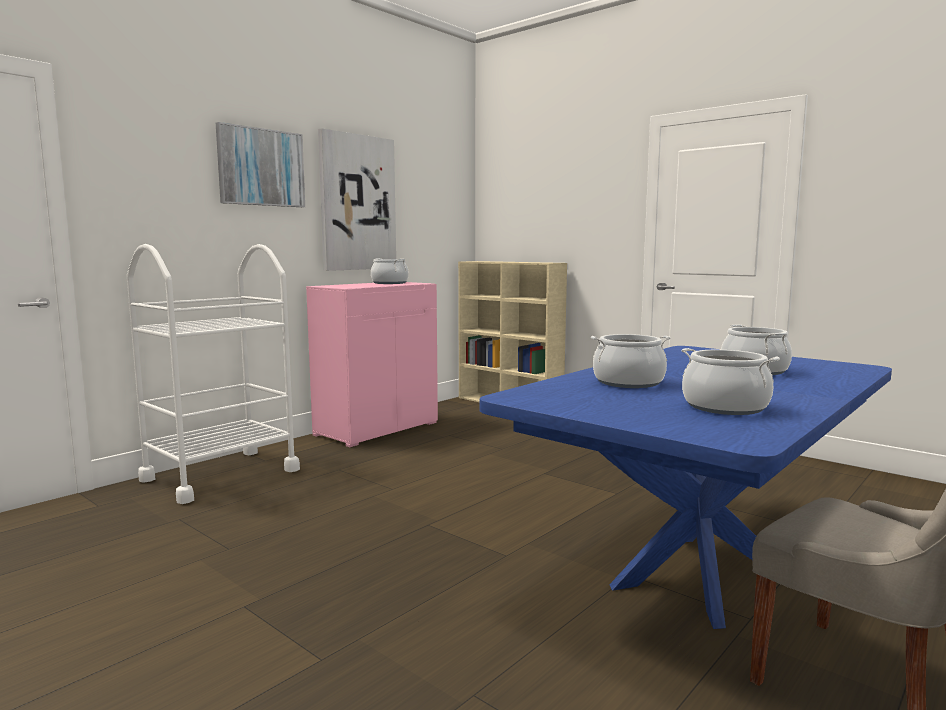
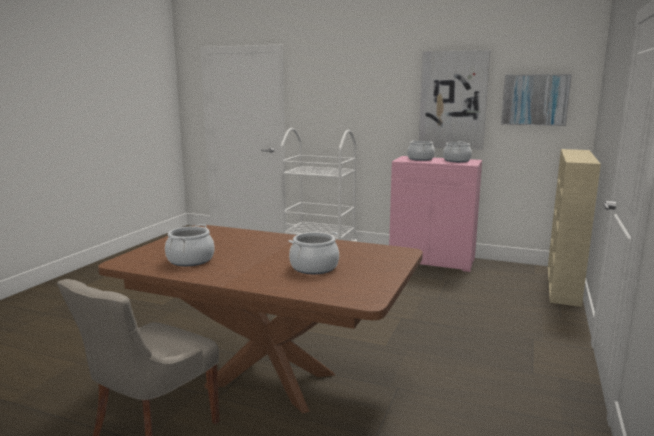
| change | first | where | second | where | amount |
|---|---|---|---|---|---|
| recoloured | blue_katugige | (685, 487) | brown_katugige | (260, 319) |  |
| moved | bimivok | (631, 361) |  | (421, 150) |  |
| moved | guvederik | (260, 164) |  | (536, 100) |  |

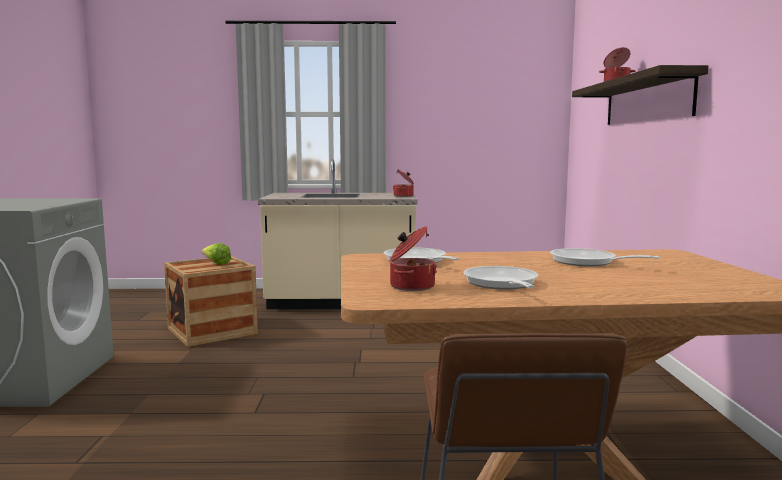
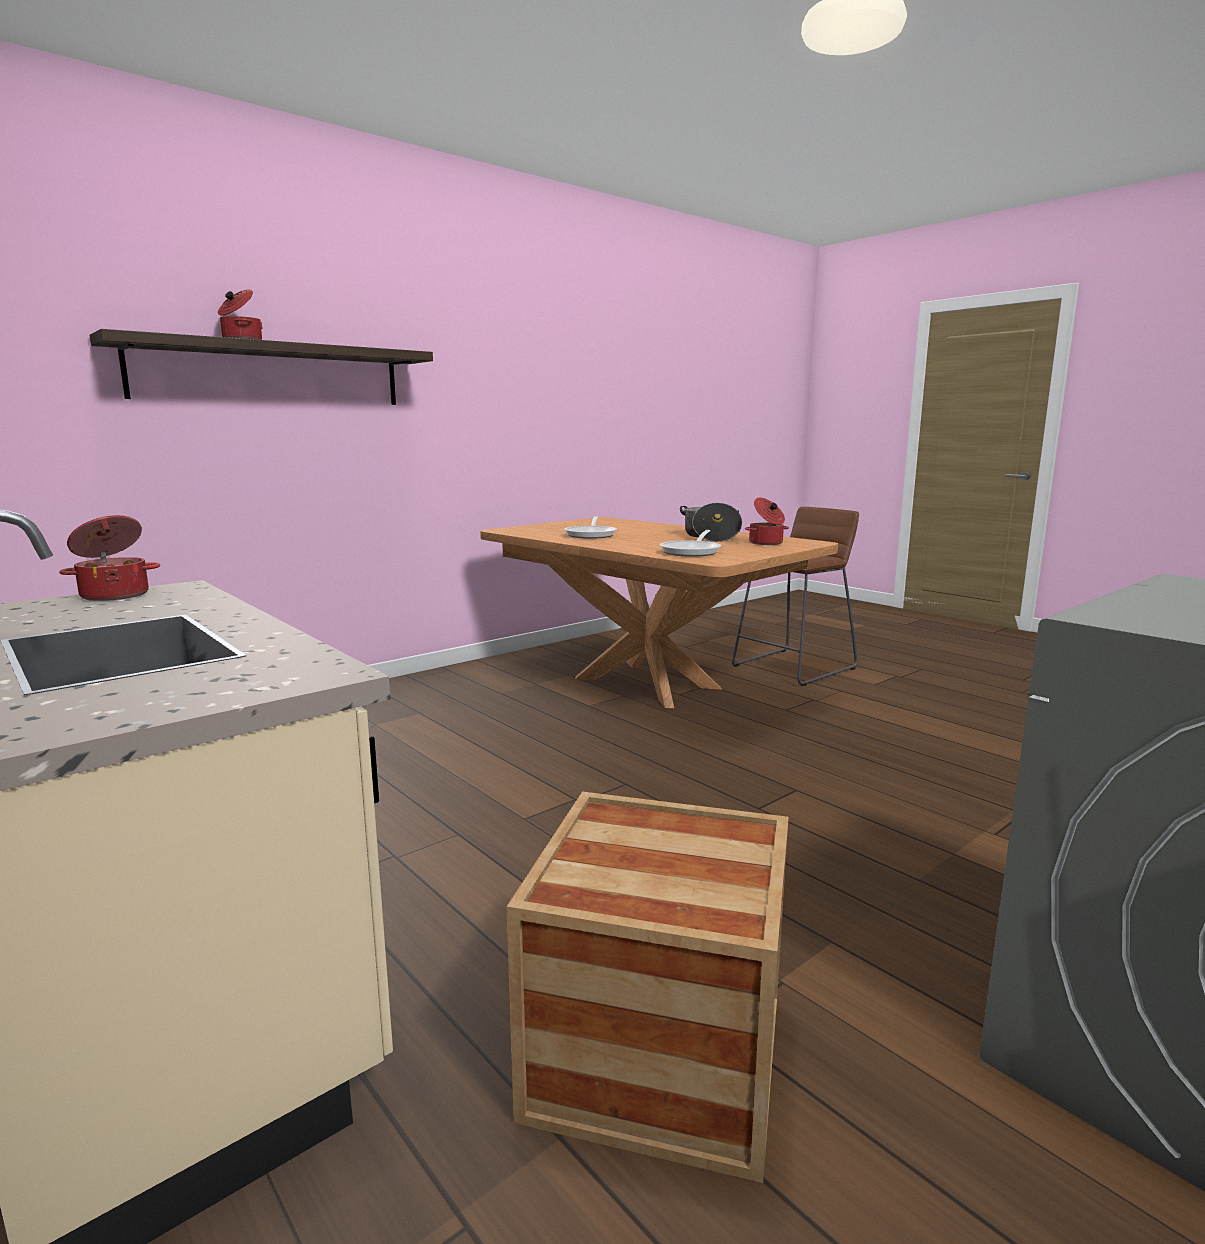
| change | first | where | second | where | amount |
|---|---|---|---|---|---|
| replaced | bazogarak | (501, 278) | bimivok | (711, 522) |  |
| removed | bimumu | (216, 254) |  |  |  |

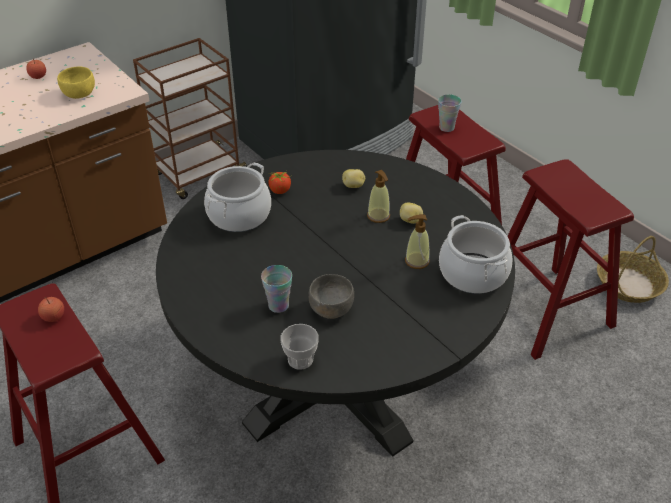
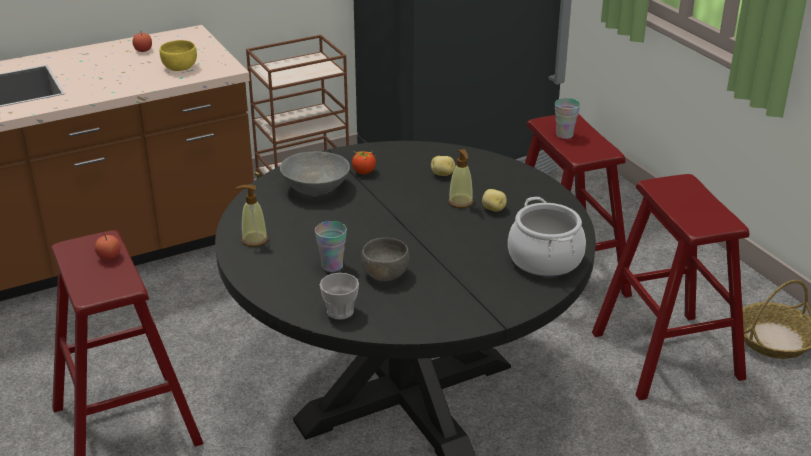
| change | first | where | second | where | amount |
|---|---|---|---|---|---|
| moved | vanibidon | (417, 241) |  | (252, 216) |  |
| replaced | bimivok | (237, 197) | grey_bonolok | (315, 173) |  |

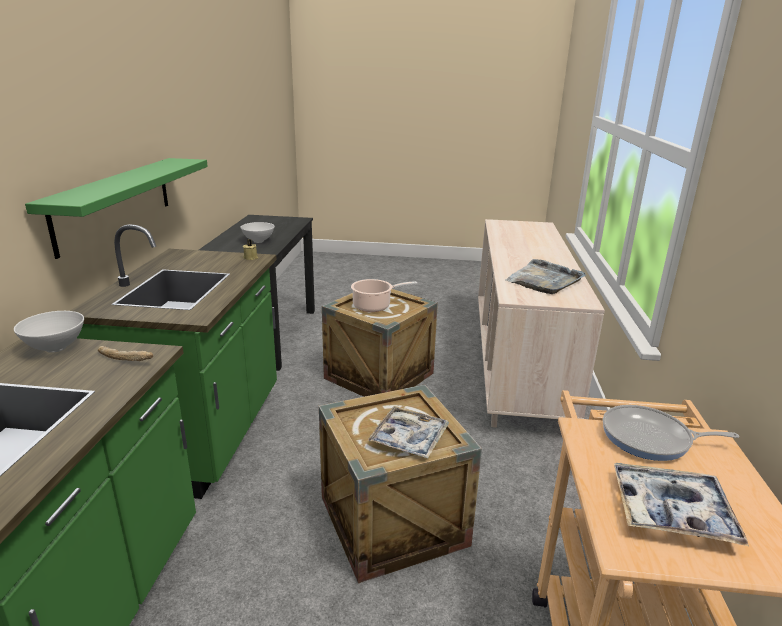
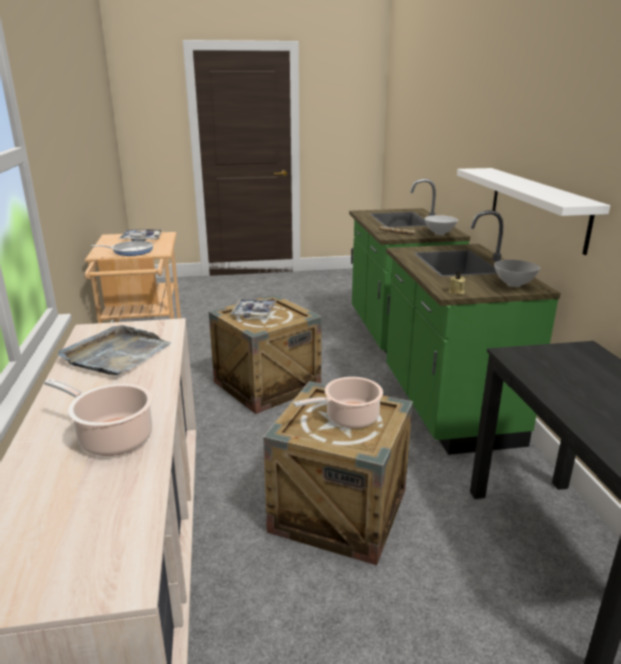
| change | first | where | second | where | amount |
|---|---|---|---|---|---|
| added |  |  | bimivok | (98, 417) |  |
| recoloured | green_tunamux | (116, 208) | white_tunamux | (533, 211) |  |
| moved | white_bonolok | (258, 232) |  | (517, 273) |  |

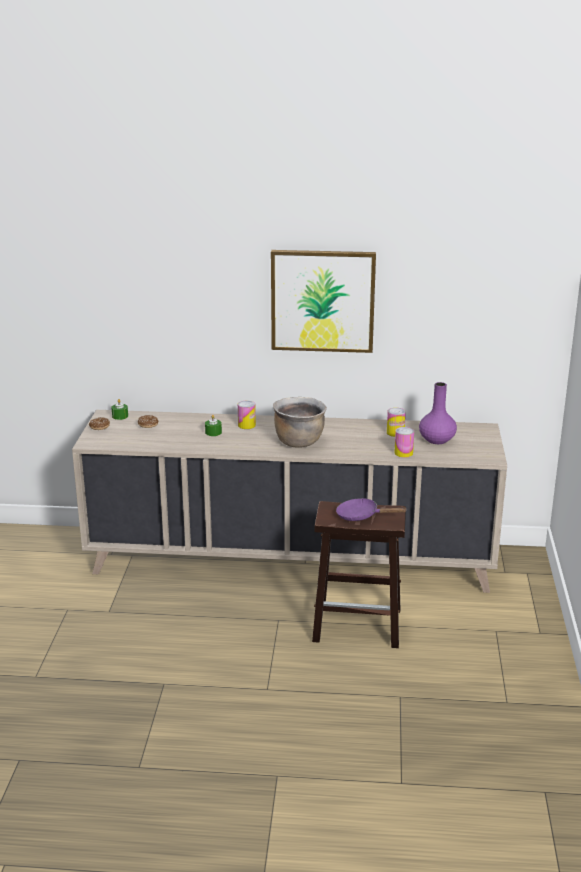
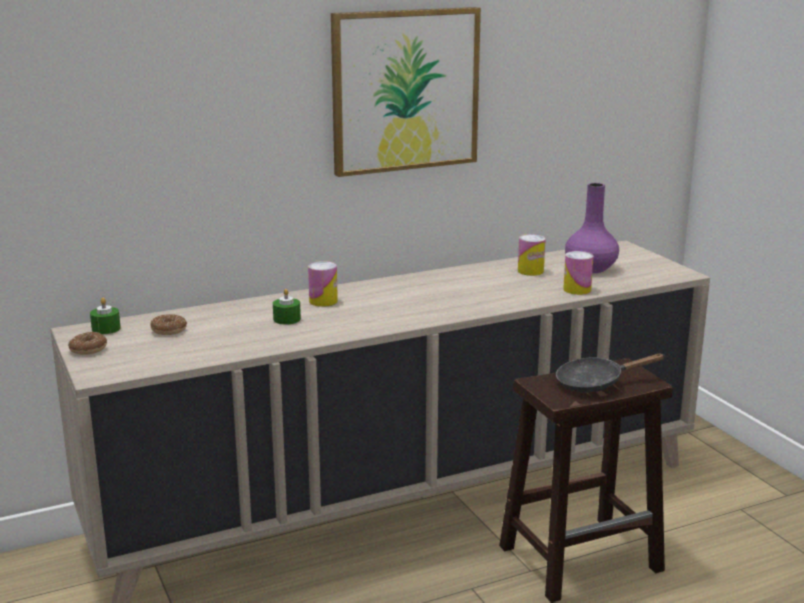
| change | first | where | second | where | amount |
|---|---|---|---|---|---|
| recoloured | purple_bazogarak | (371, 509) | black_bazogarak | (610, 373) |  |
| removed | brown_bimivok | (300, 422) |  |  |  |

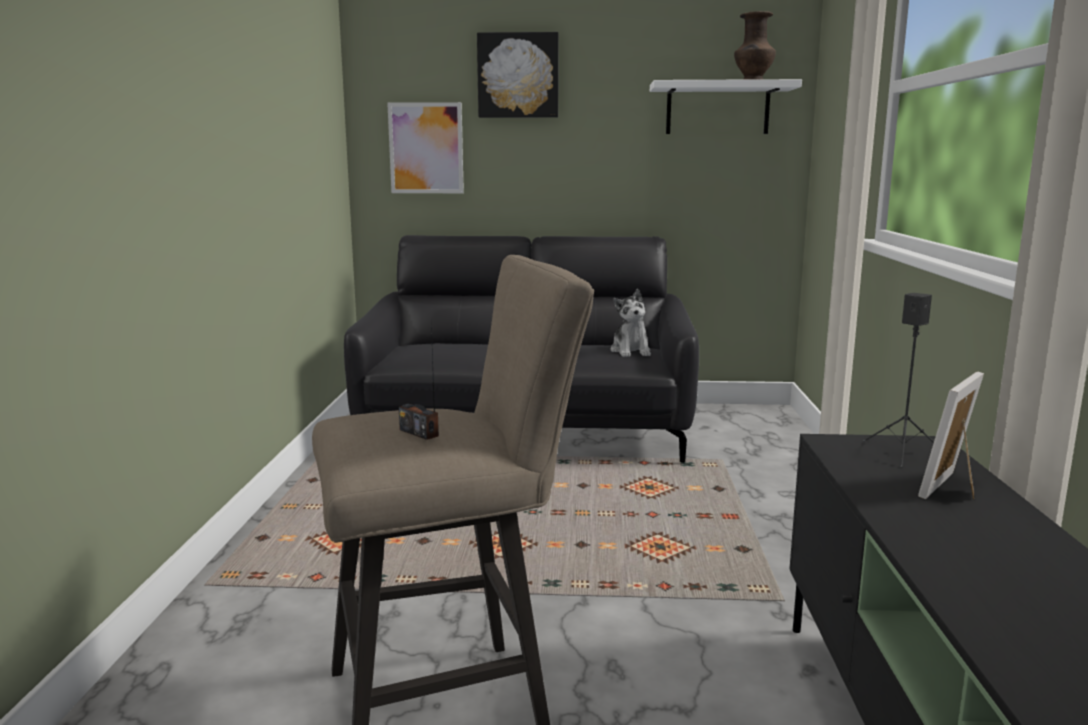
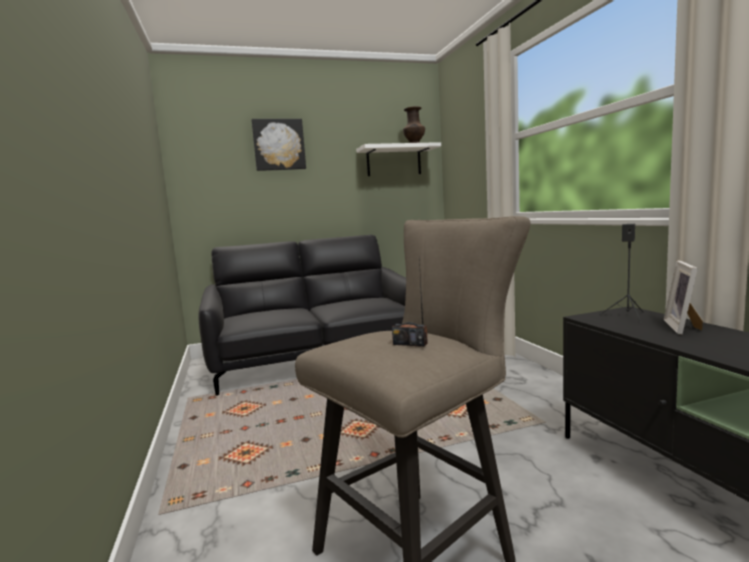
| change | first | where | second | where | amount |
|---|---|---|---|---|---|
| removed | guvederik | (425, 147) |  |  |  |
| removed | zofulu | (630, 323) |  |  |  |

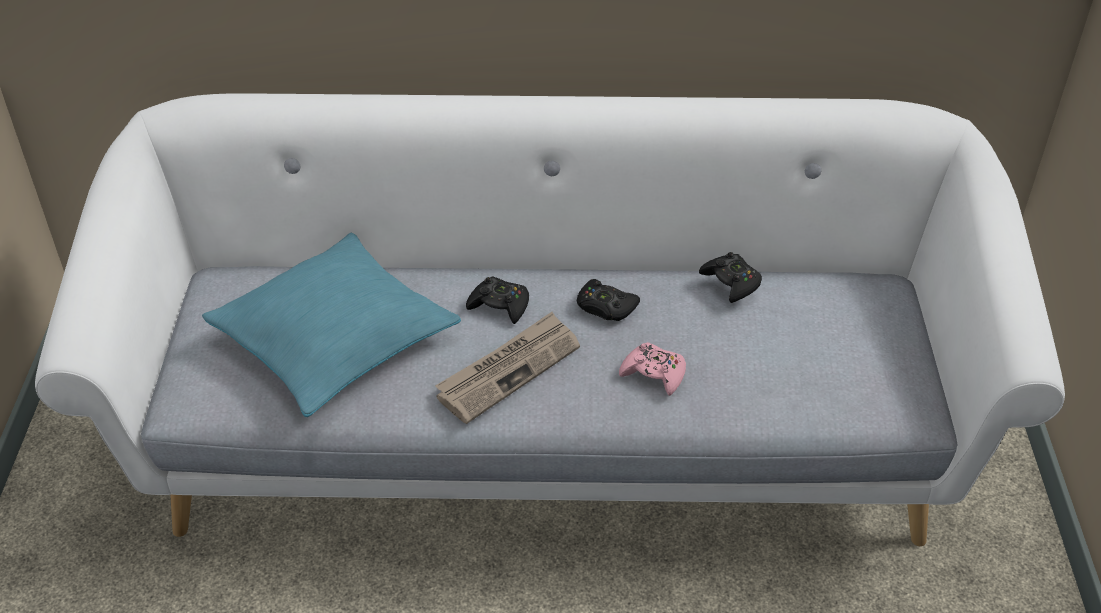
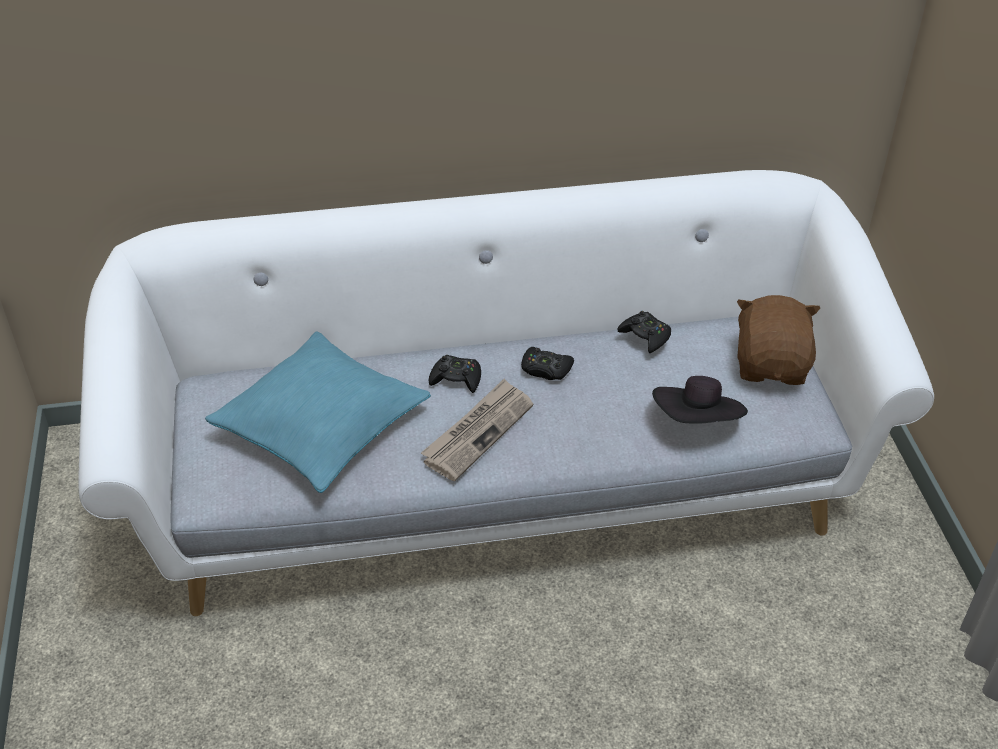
| change | first | where | second | where | amount |
|---|---|---|---|---|---|
| added |  |  | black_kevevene | (700, 399) |  |
| added |  |  | brown_zofulu | (778, 340) |  |
| removed | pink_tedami | (652, 369) |  |  |  |

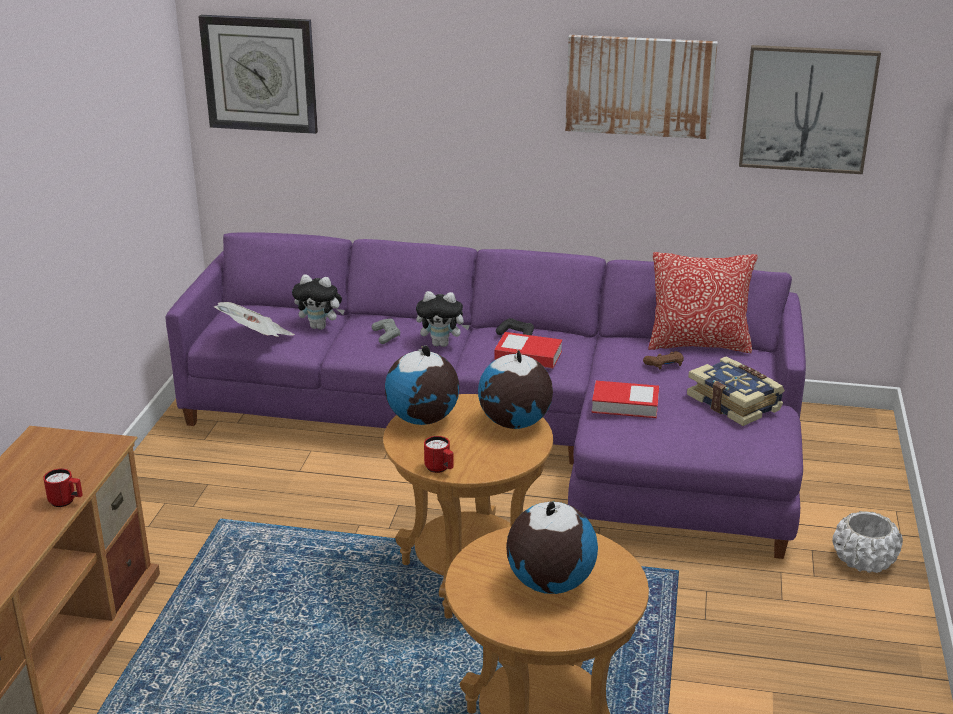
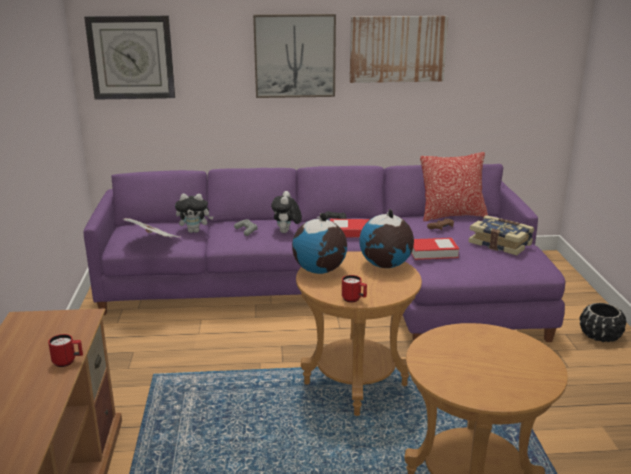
| change | first | where | second | where | amount |
|---|---|---|---|---|---|
| moved | guvederik | (810, 109) |  | (294, 56) |  |
| turned | zofulu | (443, 319) |  | (286, 212) | 105 degrees clockwise |
| recoloured | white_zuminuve | (867, 542) | black_zuminuve | (603, 322) |  |
| removed | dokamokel | (552, 547) |  |  |  |

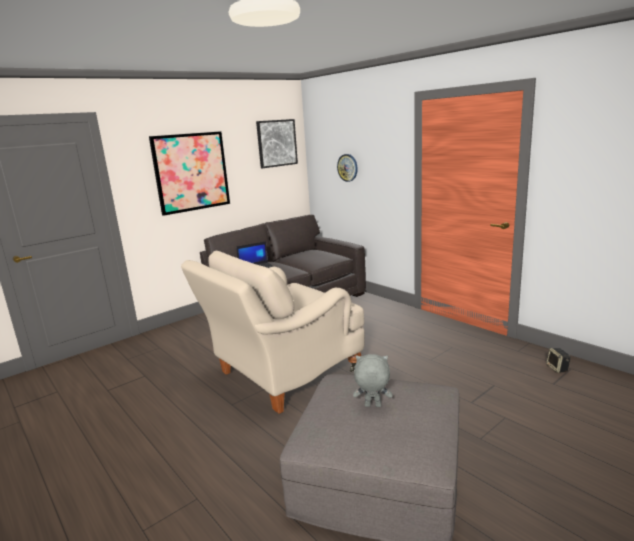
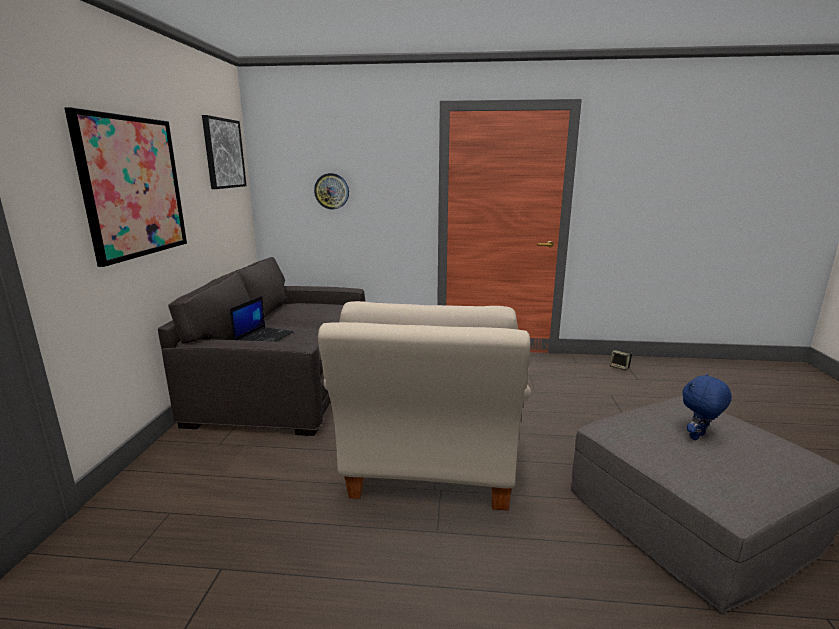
| change | first | where | second | where | amount |
|---|---|---|---|---|---|
| recoloured | grey_zofulu | (373, 380) | blue_zofulu | (707, 407) |  |

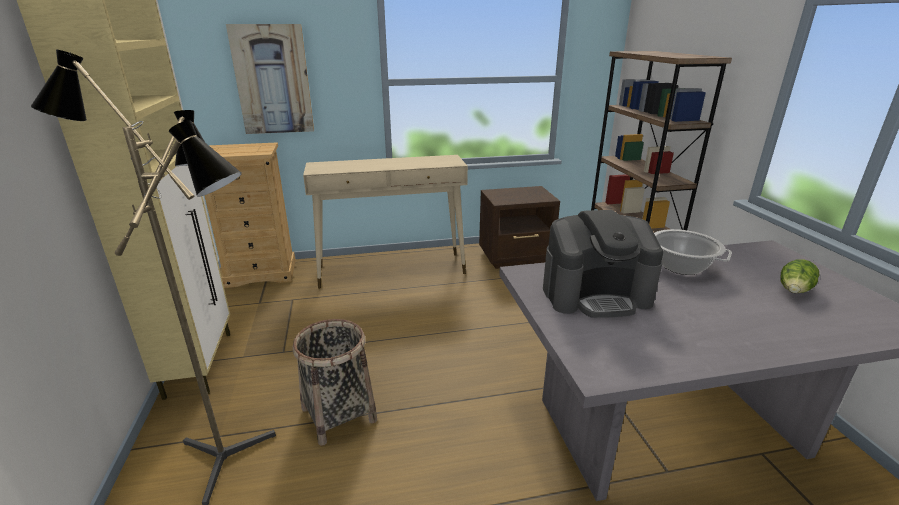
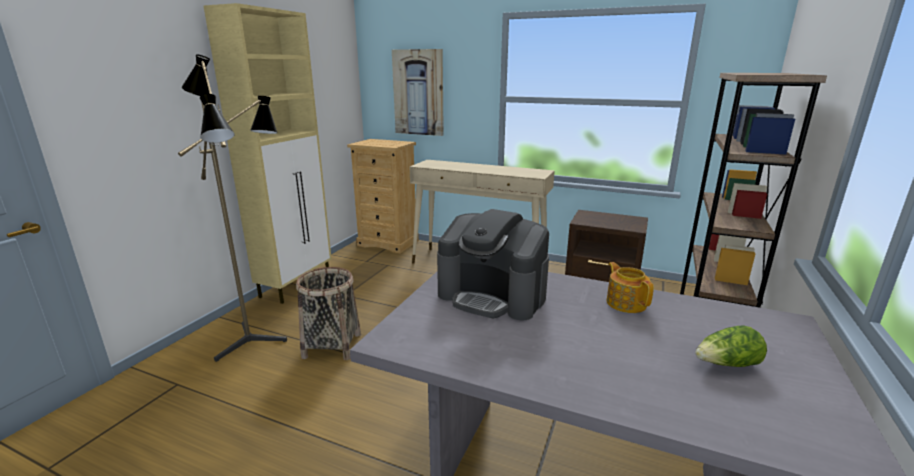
| change | first | where | second | where | amount |
|---|---|---|---|---|---|
| replaced | bimivok | (693, 252) | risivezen | (630, 287) |  |

